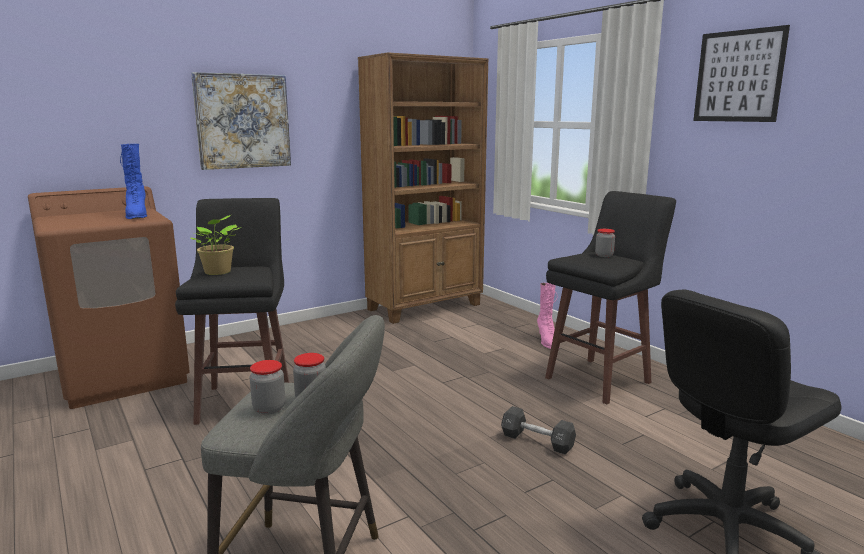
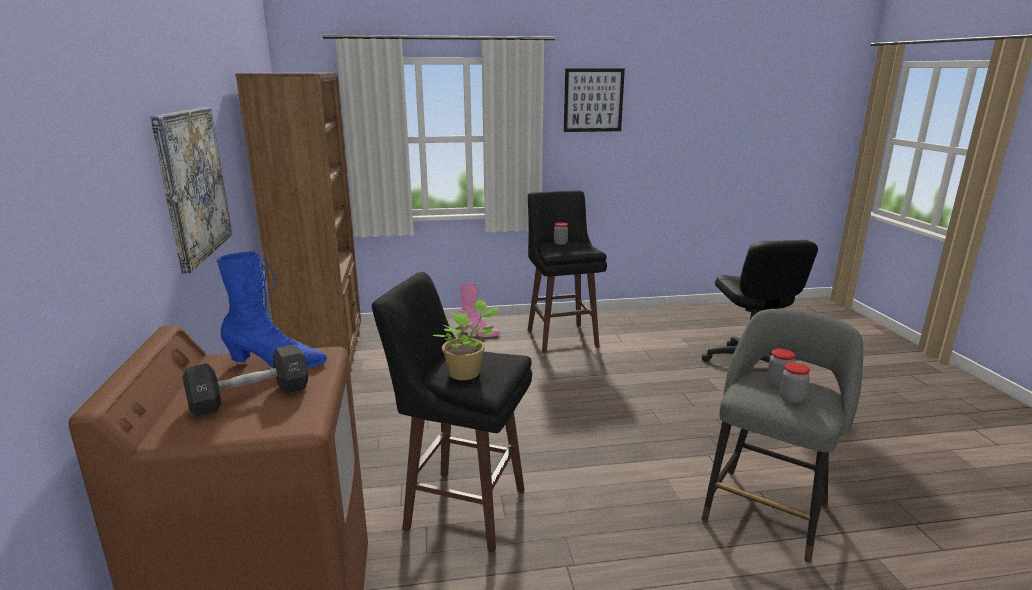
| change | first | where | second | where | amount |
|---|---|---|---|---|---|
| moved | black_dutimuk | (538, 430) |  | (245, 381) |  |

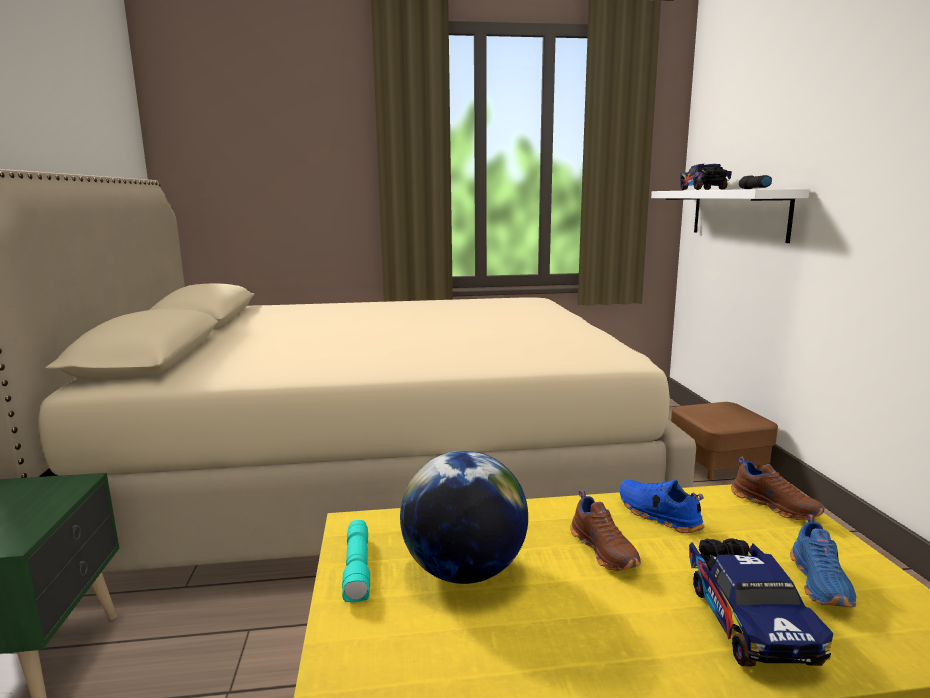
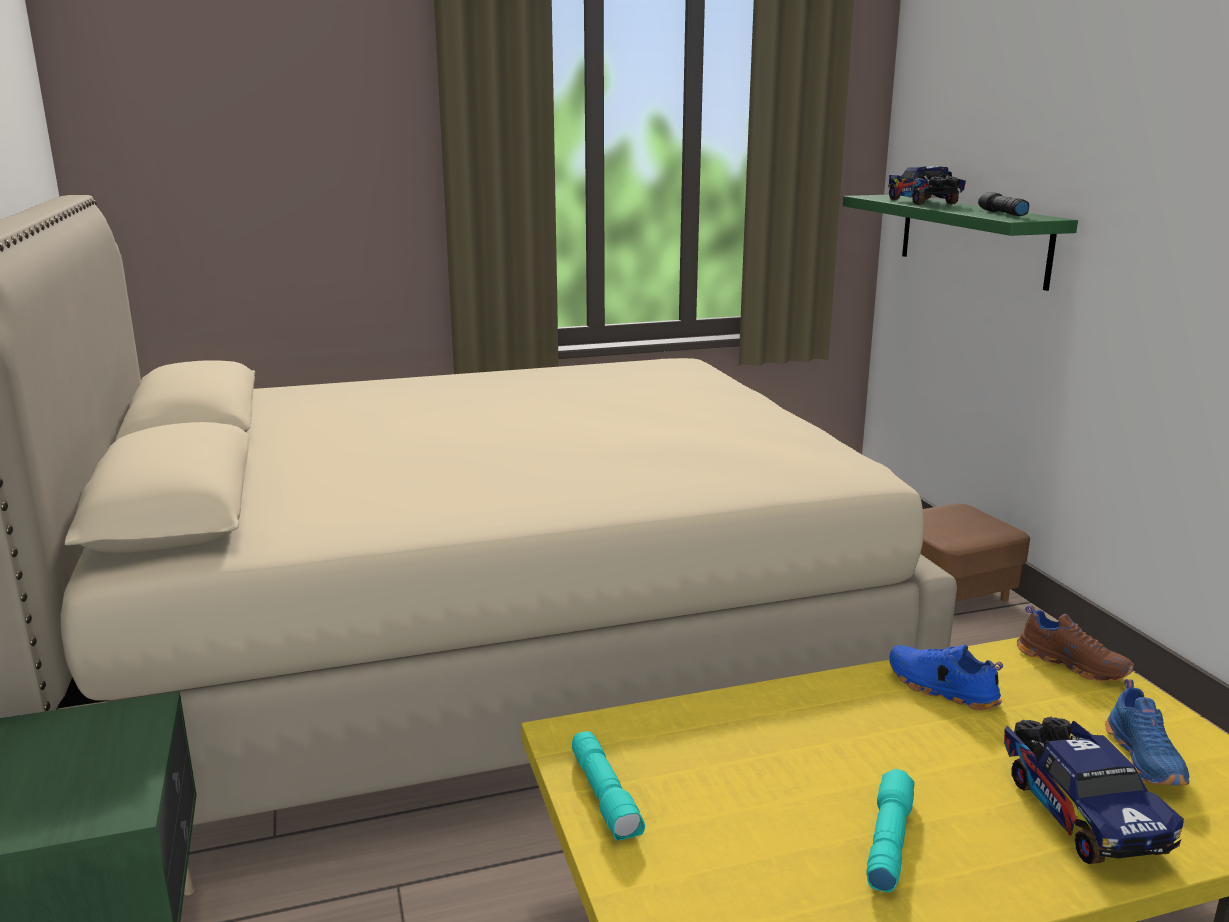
| change | first | where | second | where | amount |
|---|---|---|---|---|---|
| recoloured | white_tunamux | (730, 216) | green_tunamux | (960, 243) |  |
| added |  |  | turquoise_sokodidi | (890, 830) |  |
| removed | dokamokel | (464, 517) |  |  |  |
| removed | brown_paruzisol | (605, 530) |  |  |  |

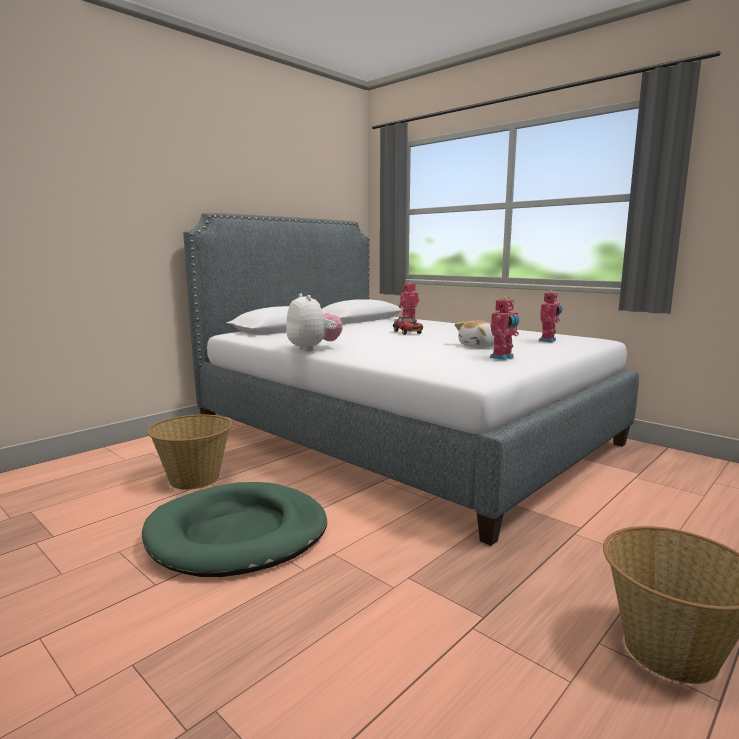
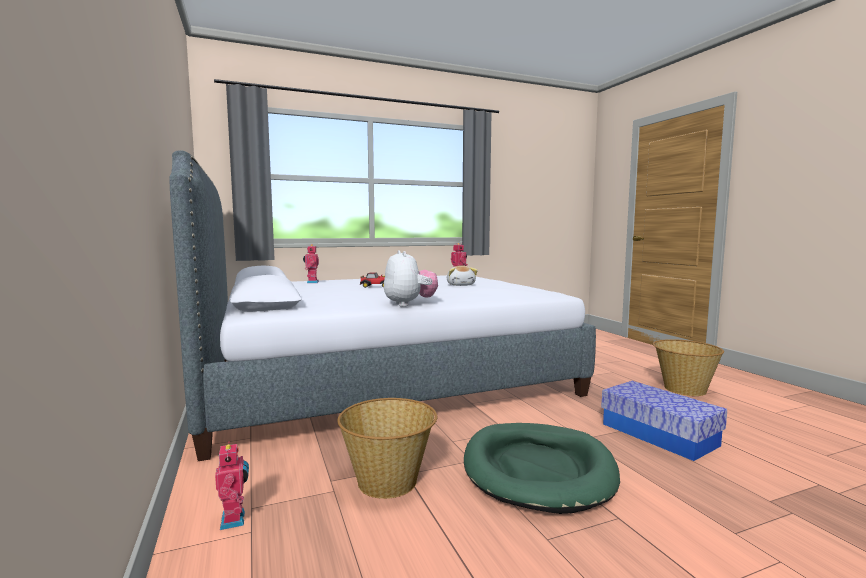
| change | first | where | second | where | amount |
|---|---|---|---|---|---|
| moved | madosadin | (504, 328) |  | (232, 486) |  |
| turned | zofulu | (314, 322) |  | (411, 278) | 75 degrees clockwise |
| added |  |  | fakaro | (664, 421) |  |

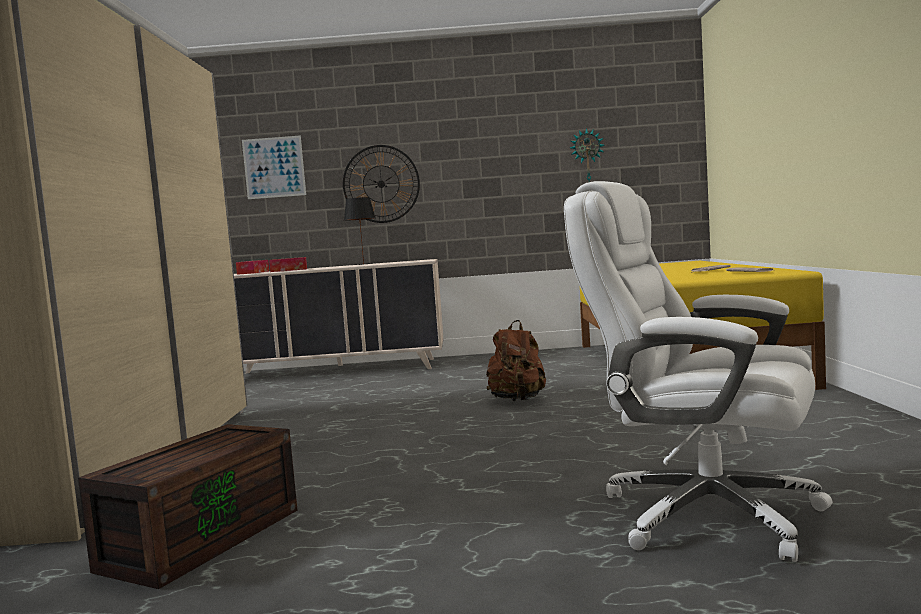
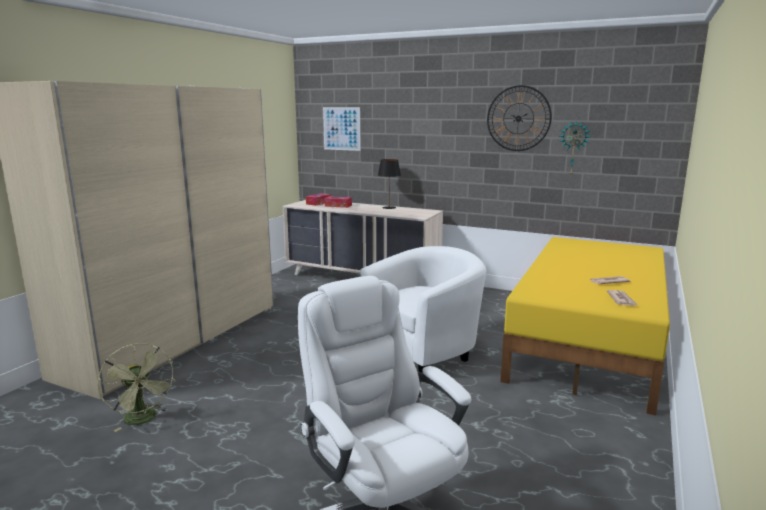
| change | first | where | second | where | amount |
|---|---|---|---|---|---|
| replaced | brown_fakaro | (187, 506) | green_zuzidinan | (137, 387) |  |
| replaced | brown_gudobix | (516, 360) | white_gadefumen | (423, 309) |  |
| moved | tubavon | (381, 184) |  | (519, 118) |  |

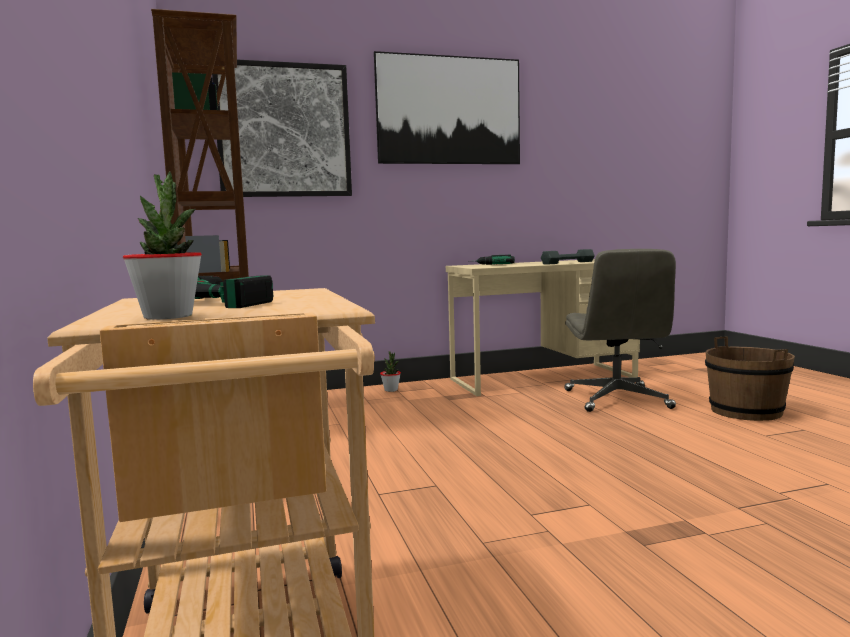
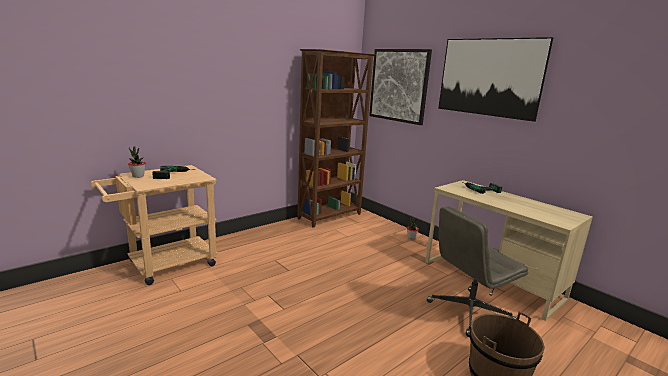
| change | first | where | second | where | amount |
|---|---|---|---|---|---|
| removed | grey_dutimuk | (568, 256) |  |  |  |

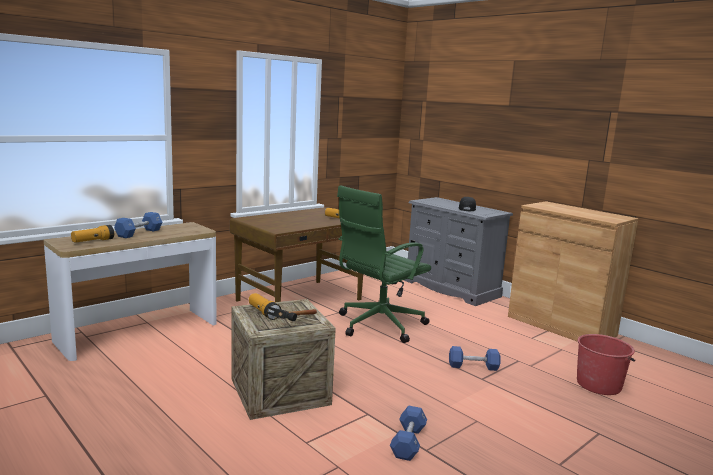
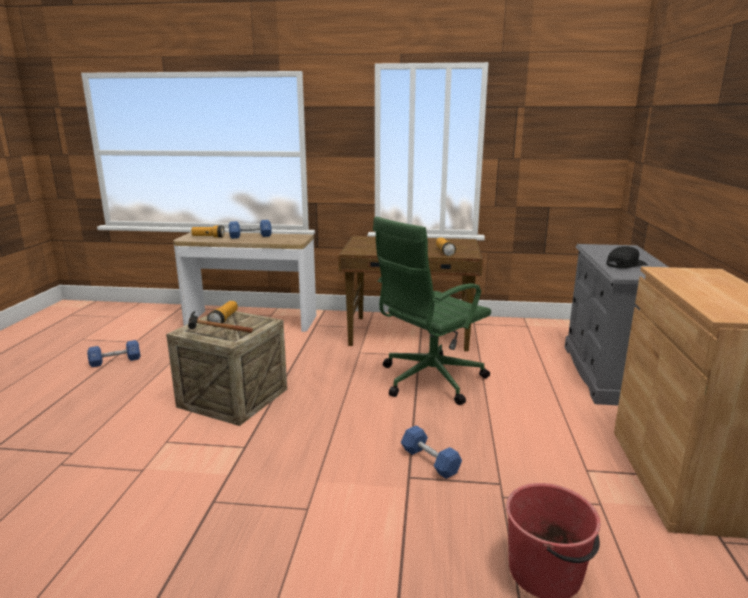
| change | first | where | second | where | amount |
|---|---|---|---|---|---|
| moved | blue_dutimuk | (408, 433) |  | (113, 353) |  |
| turned | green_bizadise | (384, 264) |  | (432, 311) | 45 degrees counterclockwise |

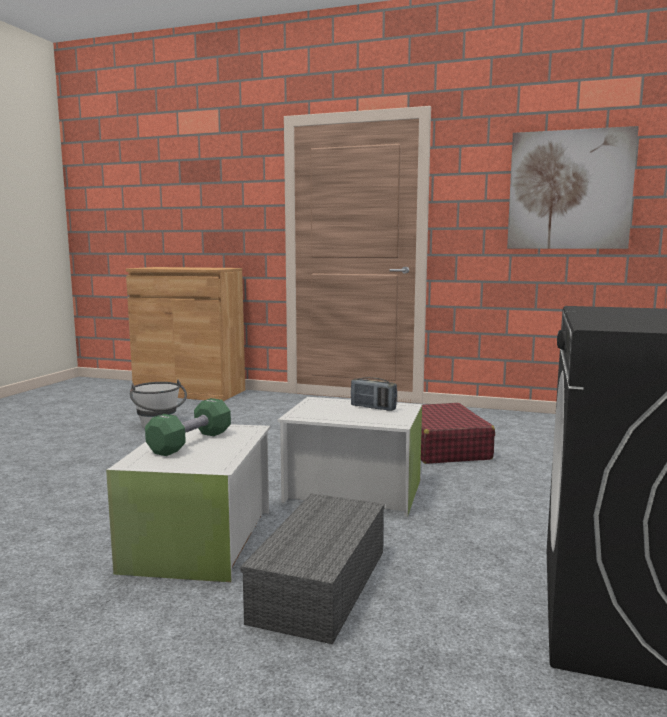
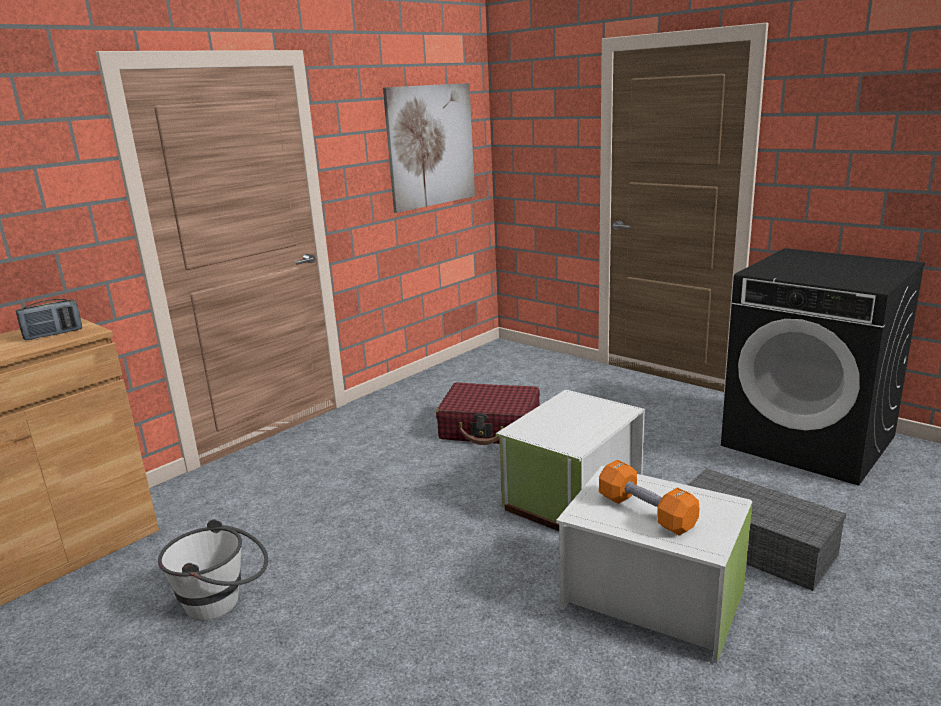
| change | first | where | second | where | amount |
|---|---|---|---|---|---|
| moved | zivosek | (374, 394) |  | (49, 319) |  |
| recoloured | green_dutimuk | (188, 427) | orange_dutimuk | (649, 498) |  |

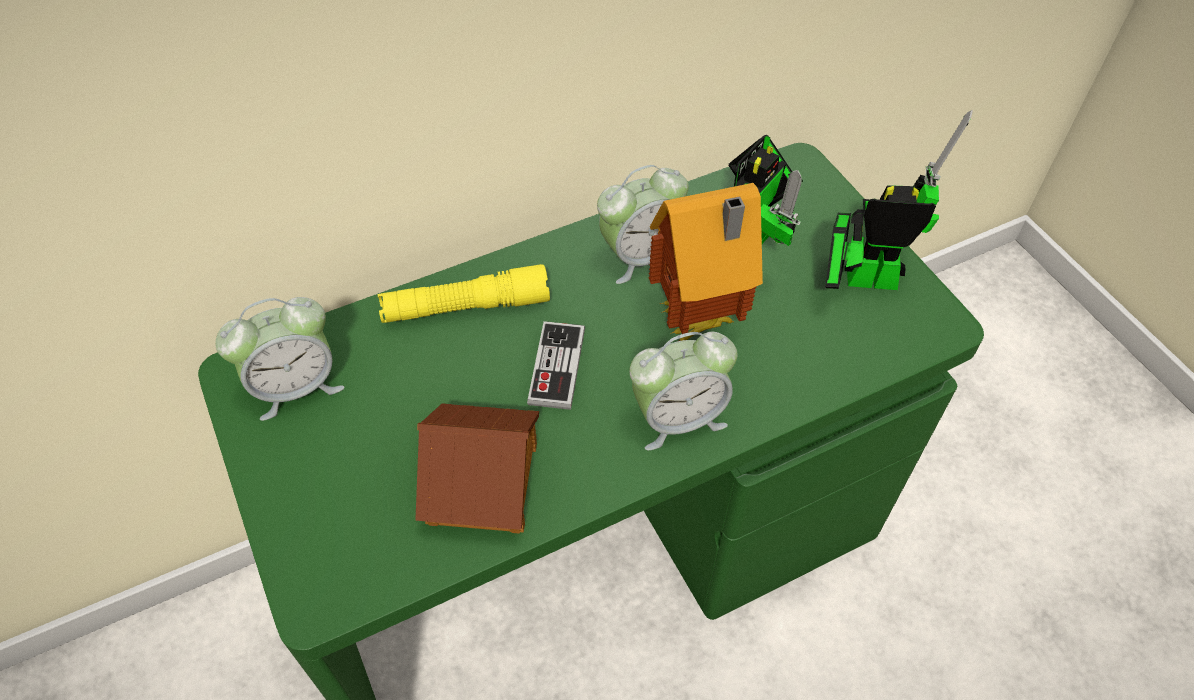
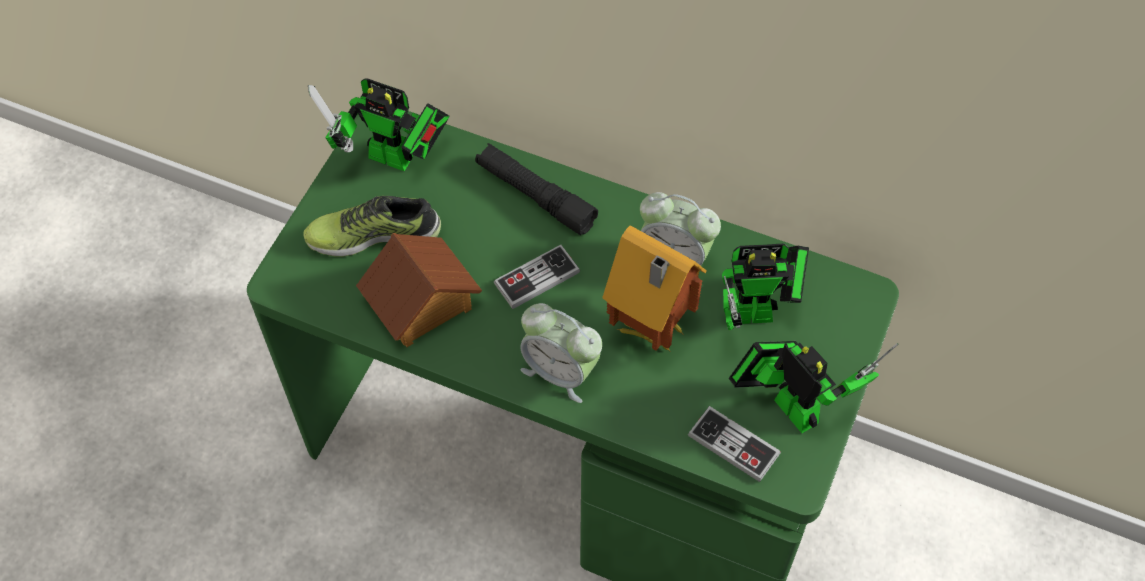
| change | first | where | second | where | amount |
|---|---|---|---|---|---|
| added |  |  | paruzisol | (372, 226) |  |
| replaced | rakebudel | (279, 359) | madosadin | (378, 125) |  |
| recoloured | yellow_sokodidi | (463, 293) | black_sokodidi | (536, 189) |  |
| added |  |  | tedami | (734, 444) |  |

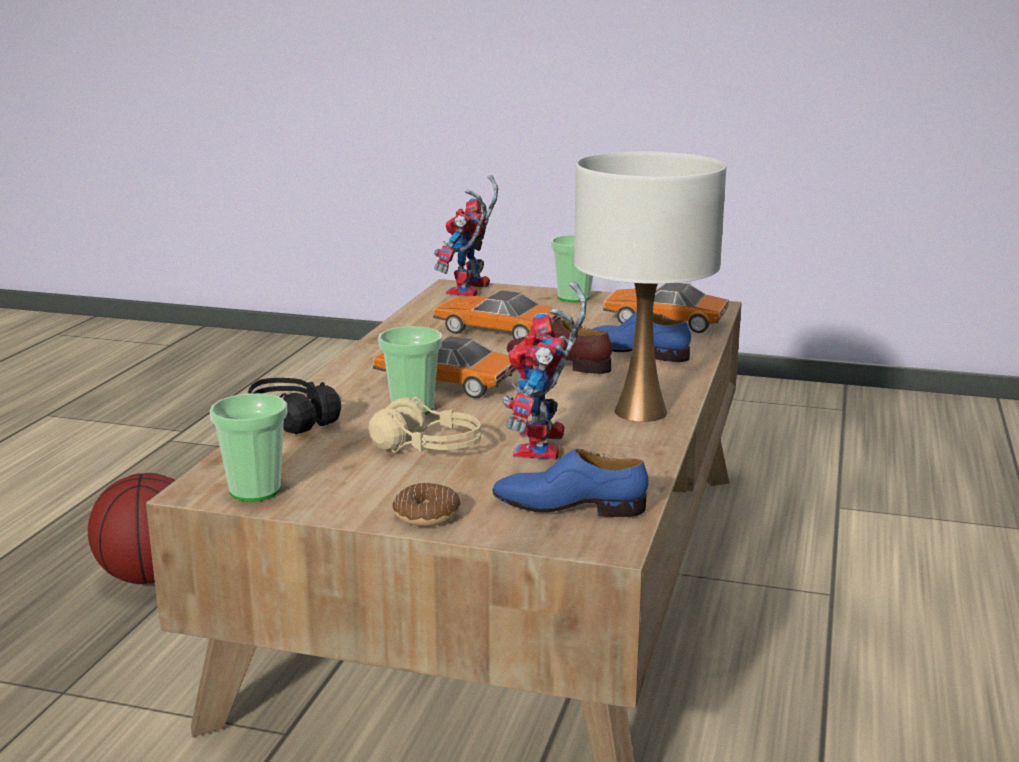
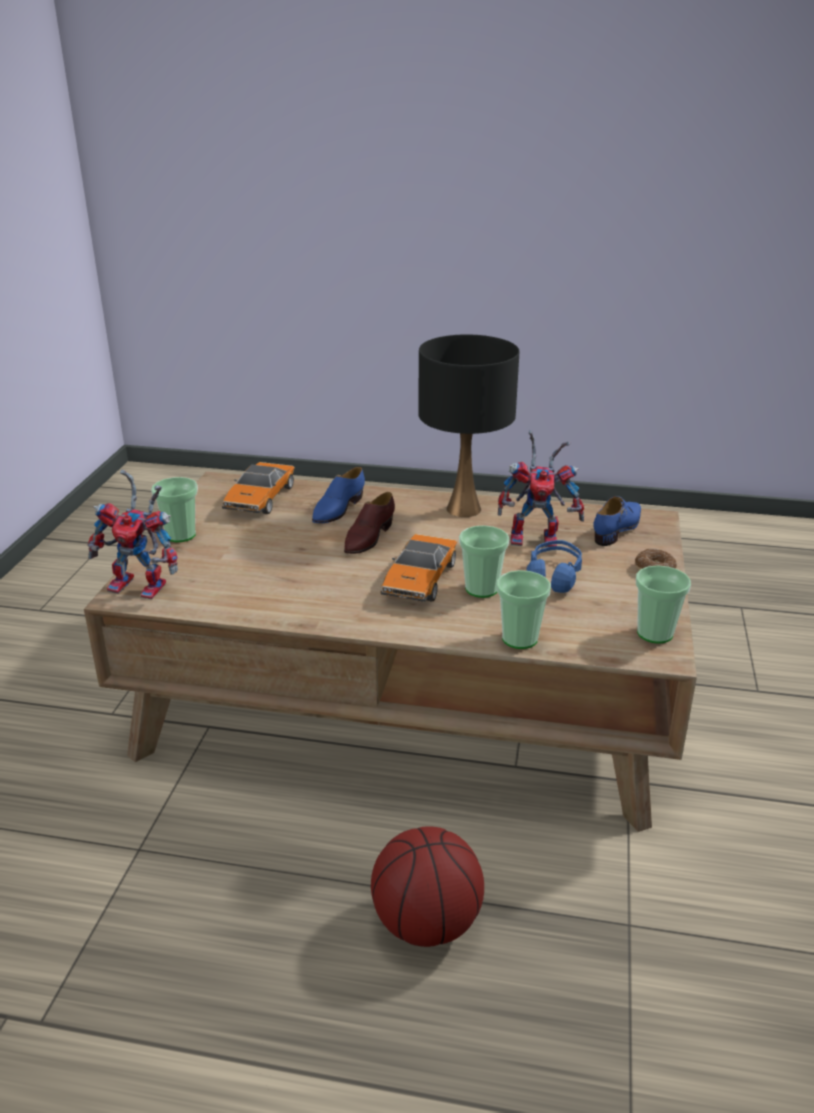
| change | first | where | second | where | amount |
|---|---|---|---|---|---|
| recoloured | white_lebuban | (650, 287) | black_lebuban | (468, 425) |  |
| replaced | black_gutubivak | (294, 406) | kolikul | (524, 609) |  |
| recoloured | beige_gutubivak | (424, 424) | blue_gutubivak | (554, 566) |  |
| turned | blue_paruzisol | (570, 483) |  | (617, 521) | 150 degrees counterclockwise |
| removed | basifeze | (497, 314) |  |  |  |

